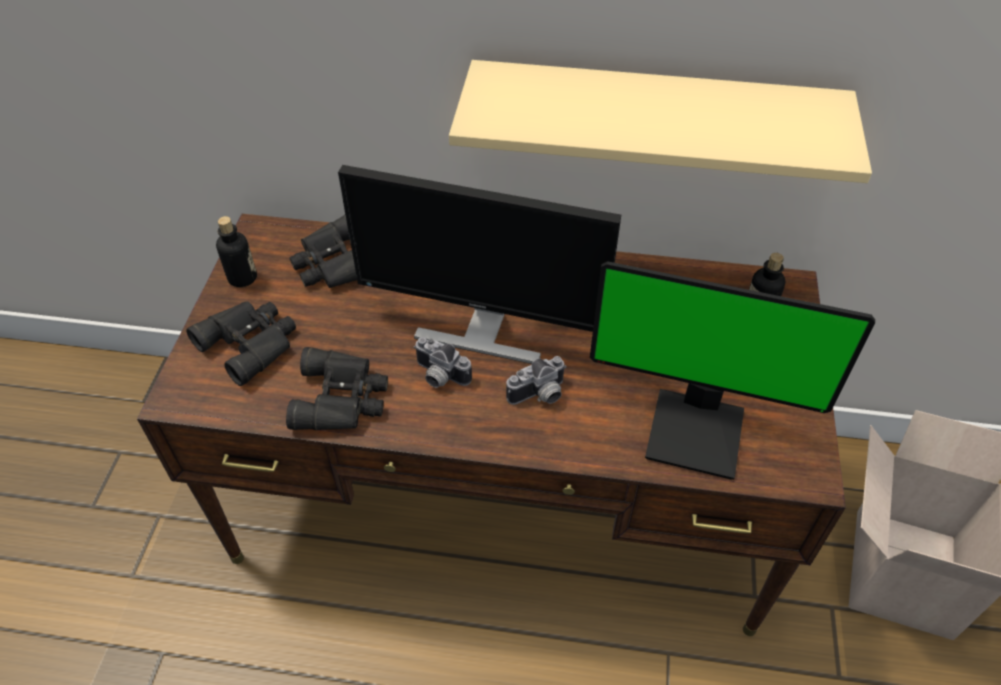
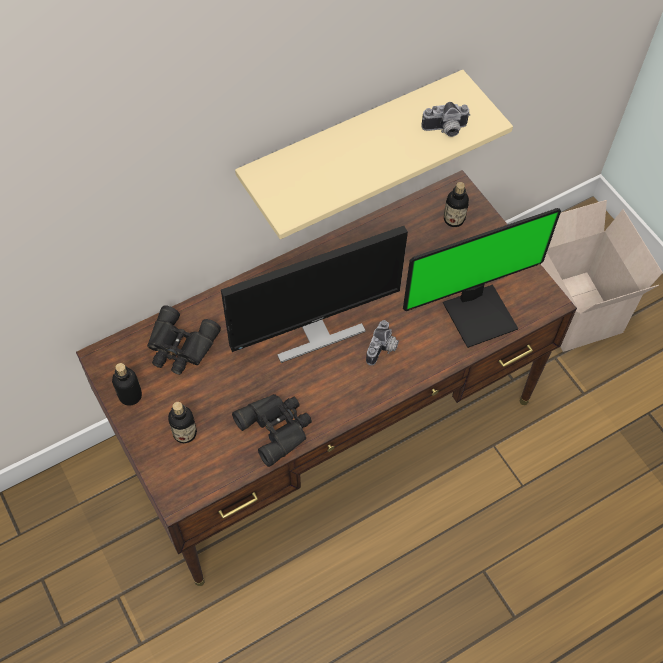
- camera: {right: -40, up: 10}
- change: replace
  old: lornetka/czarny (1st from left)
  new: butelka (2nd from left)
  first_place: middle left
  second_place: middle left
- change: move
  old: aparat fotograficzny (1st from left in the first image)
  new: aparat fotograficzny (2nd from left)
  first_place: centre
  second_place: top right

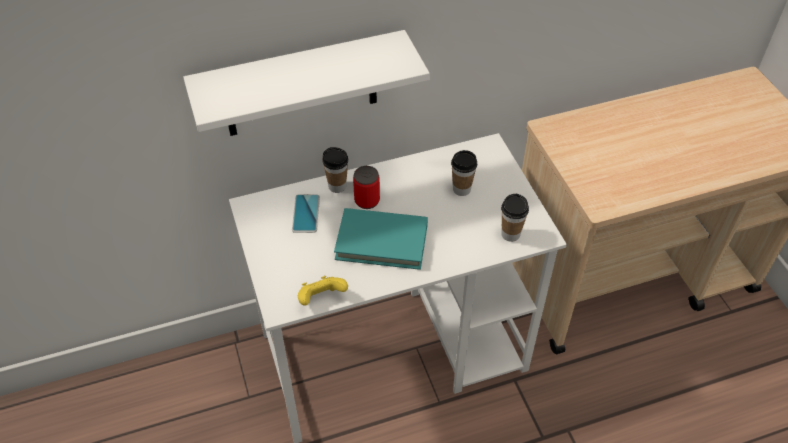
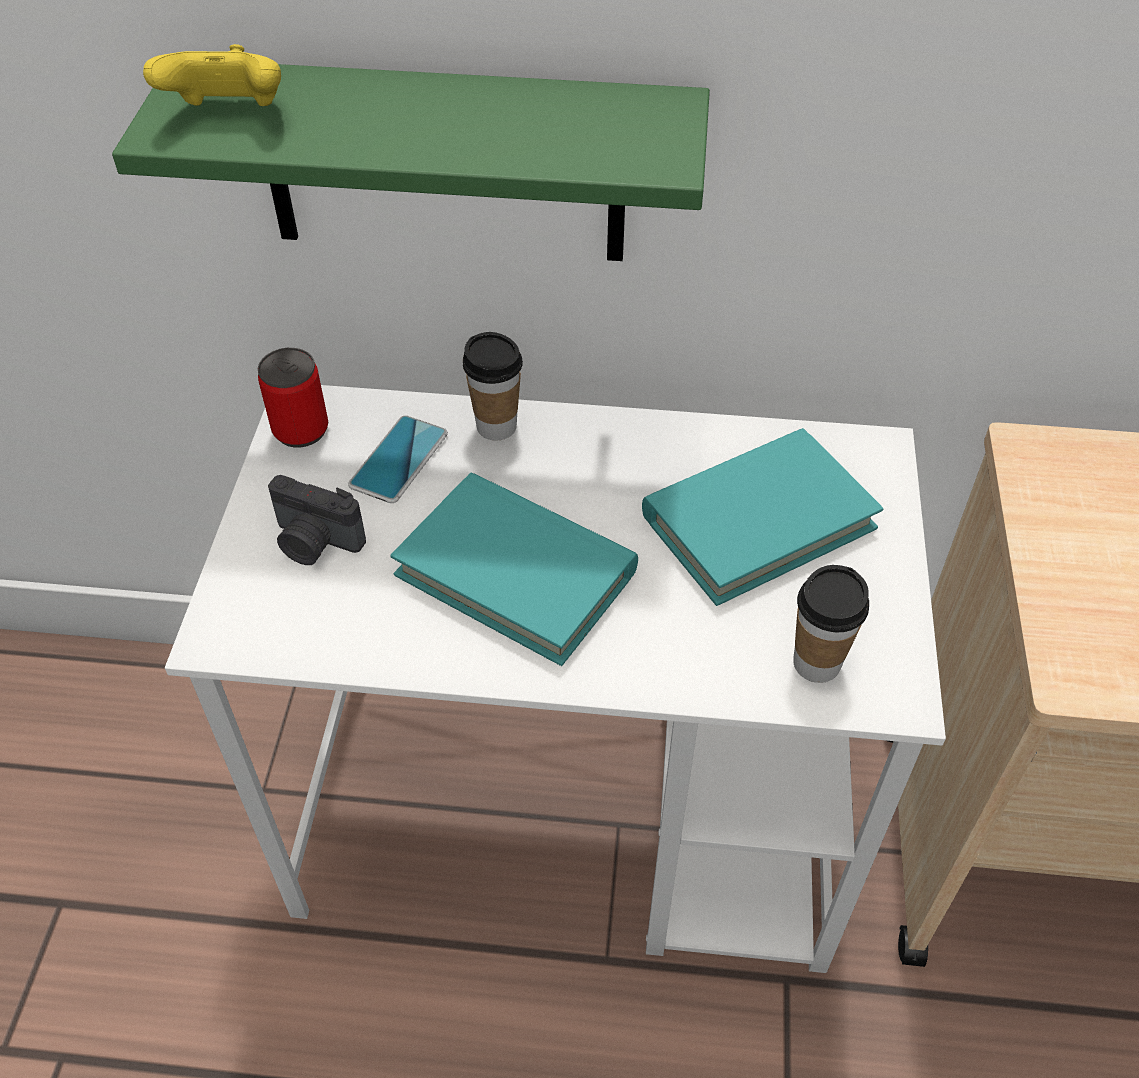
- camera: {right: 25, up: 0}
- change: recolor
  old: półka/biały
  new: półka/zielony
  first_place: top centre
  second_place: top centre
- change: replace
  old: filiżanka (2nd from left)
  new: książka/turkusowy (2nd from left)
  first_place: centre
  second_place: middle right
- change: move
  old: puszka
  first_place: centre
  second_place: middle left
- change: move
  old: pad do gier/żółty
  first_place: centre
  second_place: top left
- change: insert
  new: aparat fotograficzny
  second_place: middle left

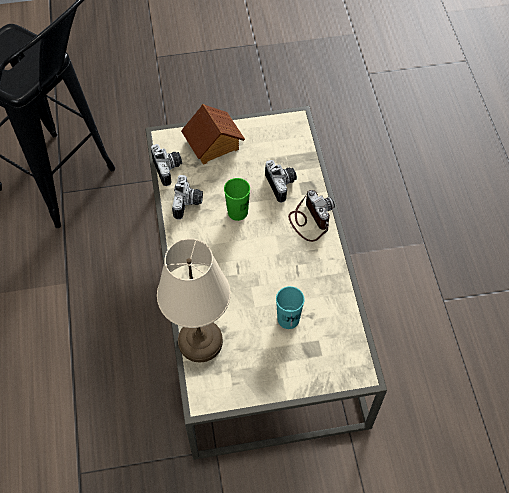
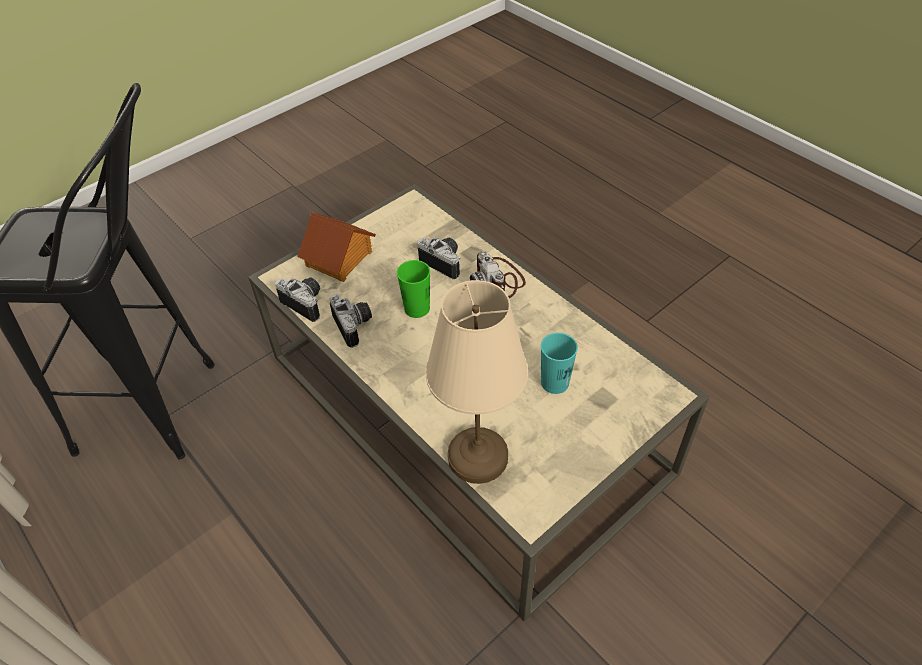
- camera: {right: -30, up: -10}
- change: rotate
  old: aparat fotograficzny (4th from left)
  first_place: centre
  second_place: centre
  degrees: -150

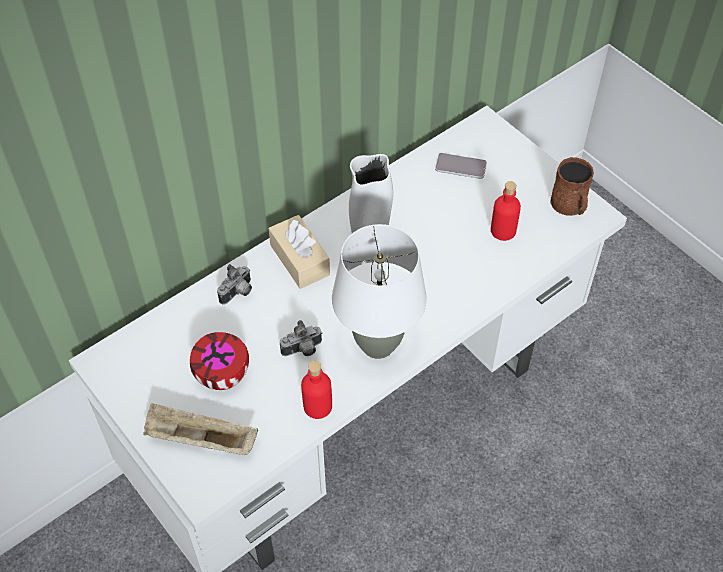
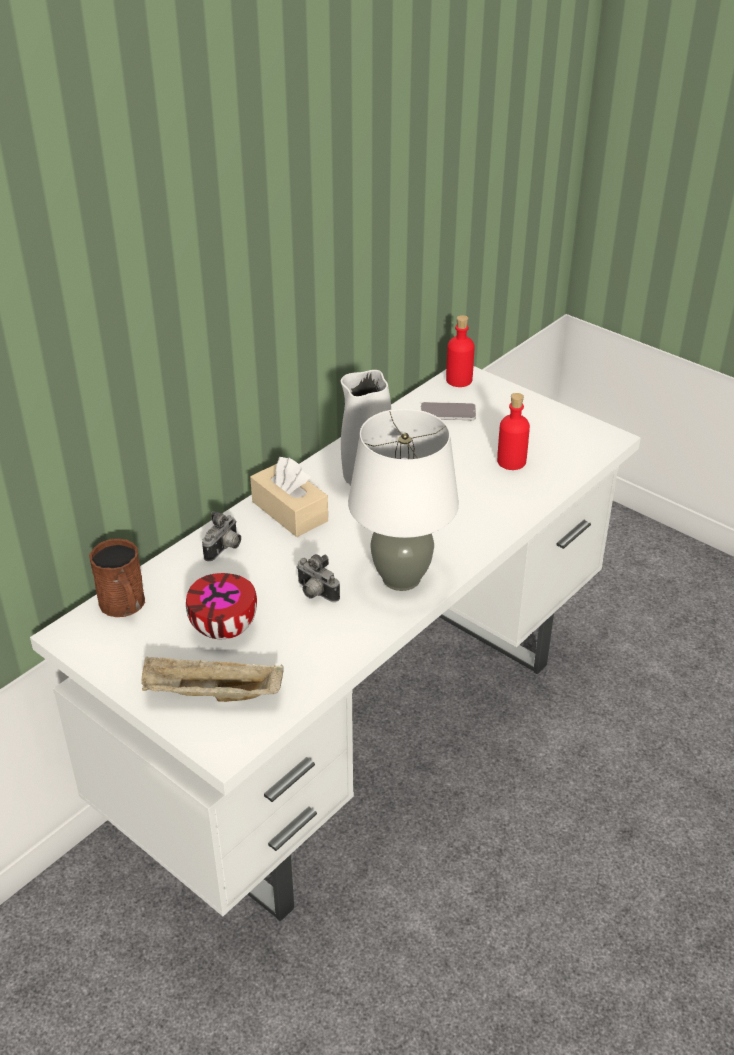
- camera: {right: -10, up: -15}
- change: move
  old: kubek/brązowy
  first_place: top right
  second_place: middle left
- change: rotate
  old: aparat fotograficzny (2nd from left)
  first_place: centre
  second_place: centre
  degrees: 75
- change: move
  old: butelka/czerwony (1st from left)
  first_place: bottom centre
  second_place: top centre

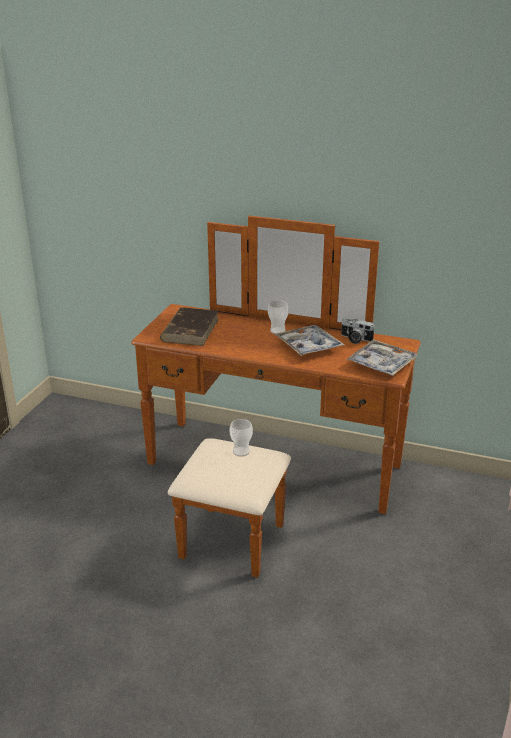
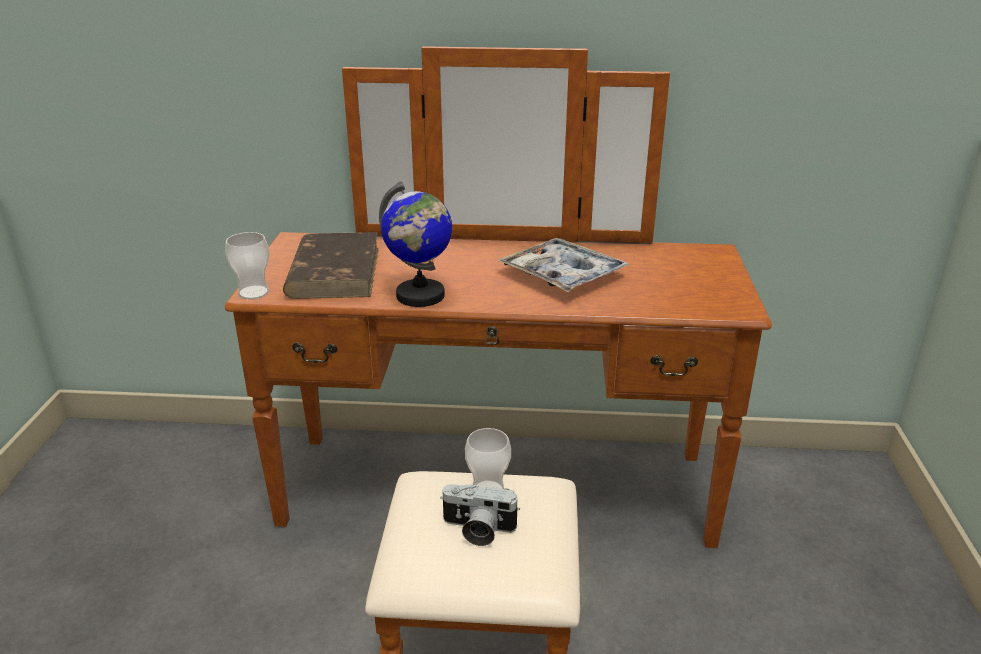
- camera: {right: -15, up: 0}
- change: move
  old: filiżanka (2nd from left in the first image)
  new: filiżanka (1st from left)
  first_place: centre
  second_place: middle left
- change: move
  old: aparat fotograficzny
  first_place: middle right
  second_place: bottom centre
- change: delete
  old: taca (2nd from left)
  first_place: middle right
- change: insert
  new: globus
  second_place: centre

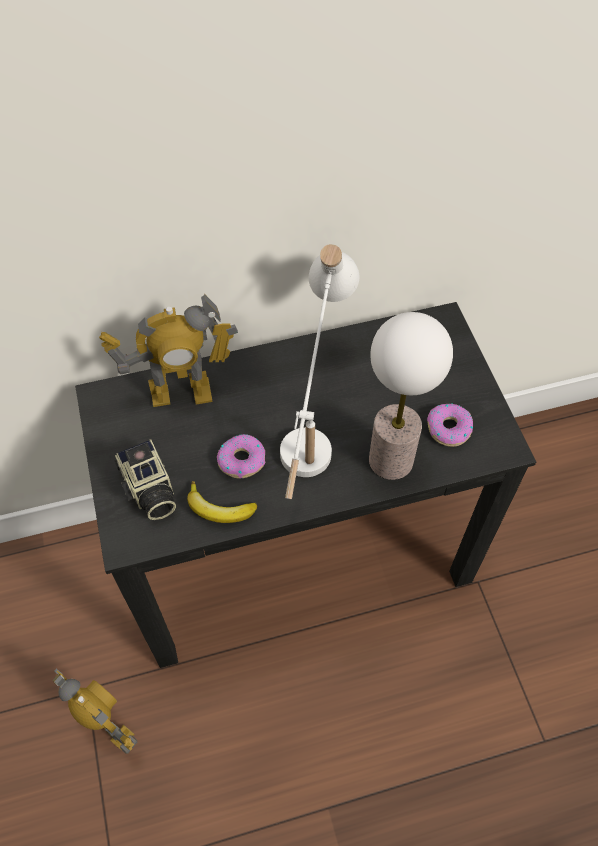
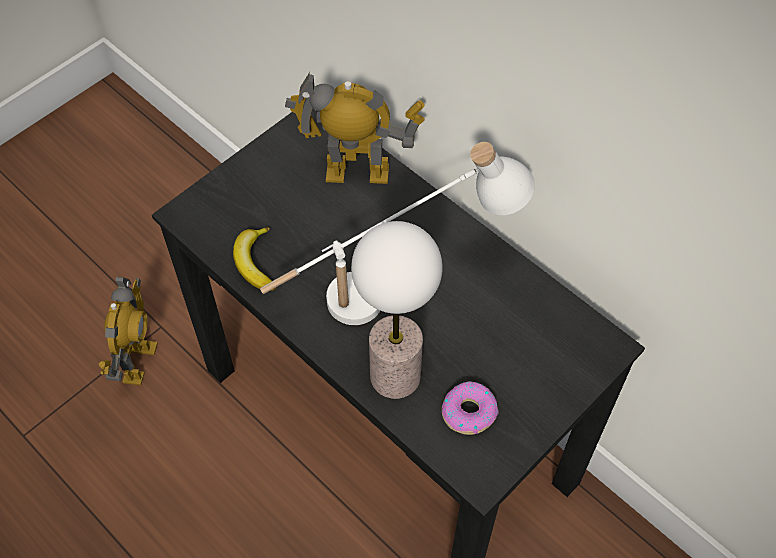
- camera: {right: 60, up: 0}
- change: rotate
  old: robot zabawkowy (2nd from left)
  first_place: middle left
  second_place: top centre
  degrees: 135
- change: delete
  old: donut (1st from left)
  first_place: centre
- change: delete
  old: aparat fotograficzny
  first_place: middle left

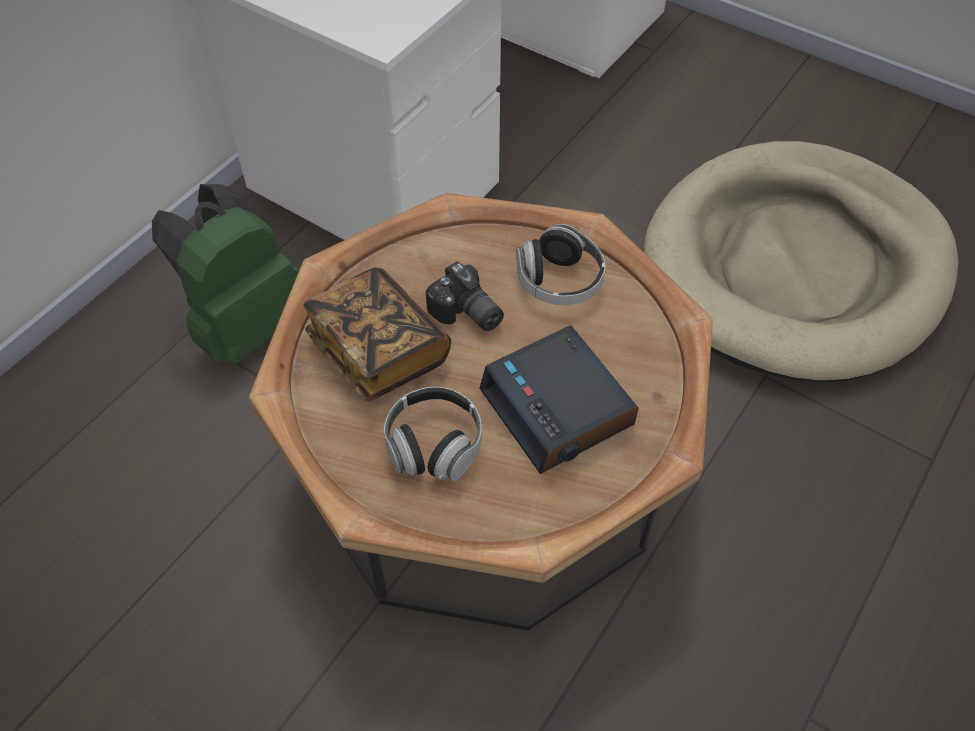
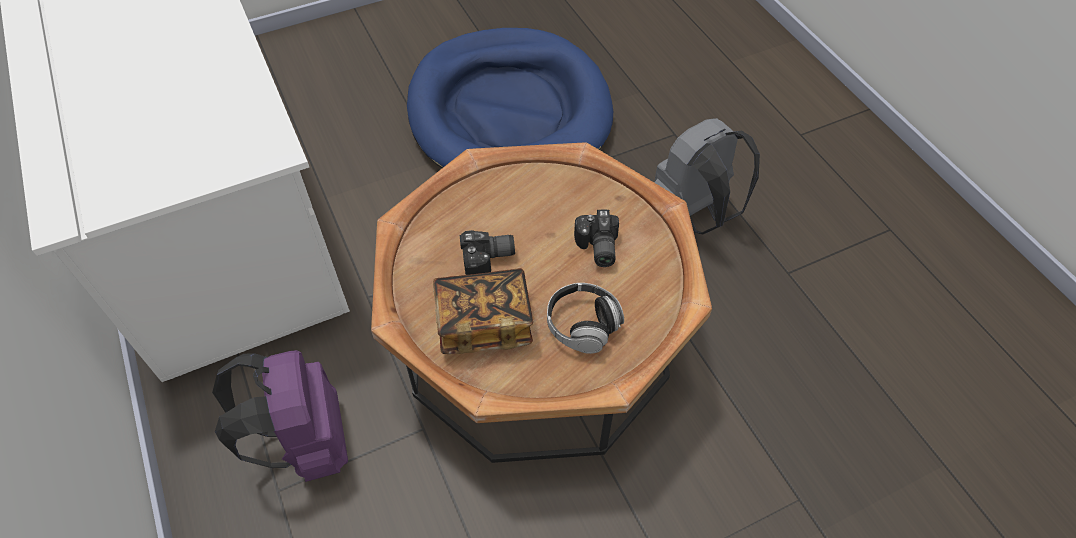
- camera: {right: -60, up: 0}
- change: recolor
  old: legowisko/beżowy
  new: legowisko/niebieski
  first_place: middle right
  second_place: top centre
- change: recolor
  old: plecak/zielony
  new: plecak/fioletowy
  first_place: middle left
  second_place: bottom left
- change: delete
  old: słuchawki (2nd from left)
  first_place: centre
- change: replace
  old: budzik
  new: aparat fotograficzny (2nd from left)
  first_place: centre
  second_place: centre
- change: insert
  new: plecak/szary
  second_place: top centre

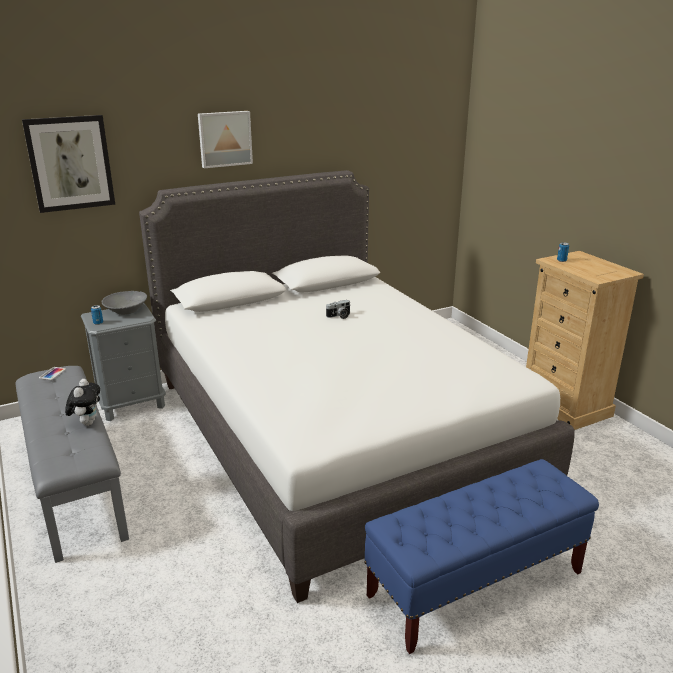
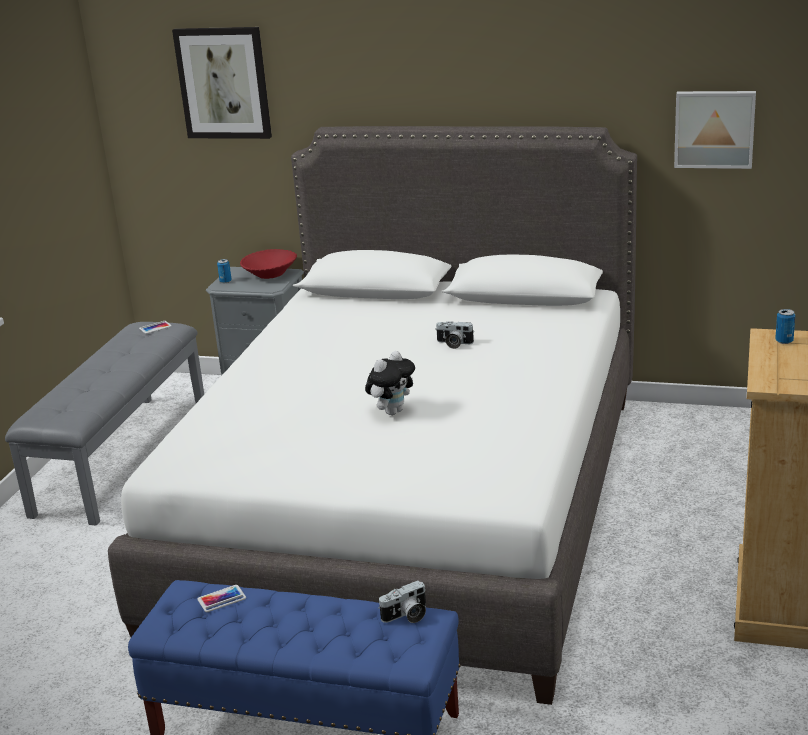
- camera: {right: 45, up: 0}
- change: move
  old: obraz (2nd from left)
  first_place: top centre
  second_place: top right
- change: recolor
  old: miska/szary
  new: miska/czerwony
  first_place: middle left
  second_place: middle left
- change: move
  old: pluszak
  first_place: middle left
  second_place: centre
- change: insert
  new: aparat fotograficzny (1st from left)
  second_place: bottom centre
- change: insert
  new: telefon (2nd from left)
  second_place: bottom left

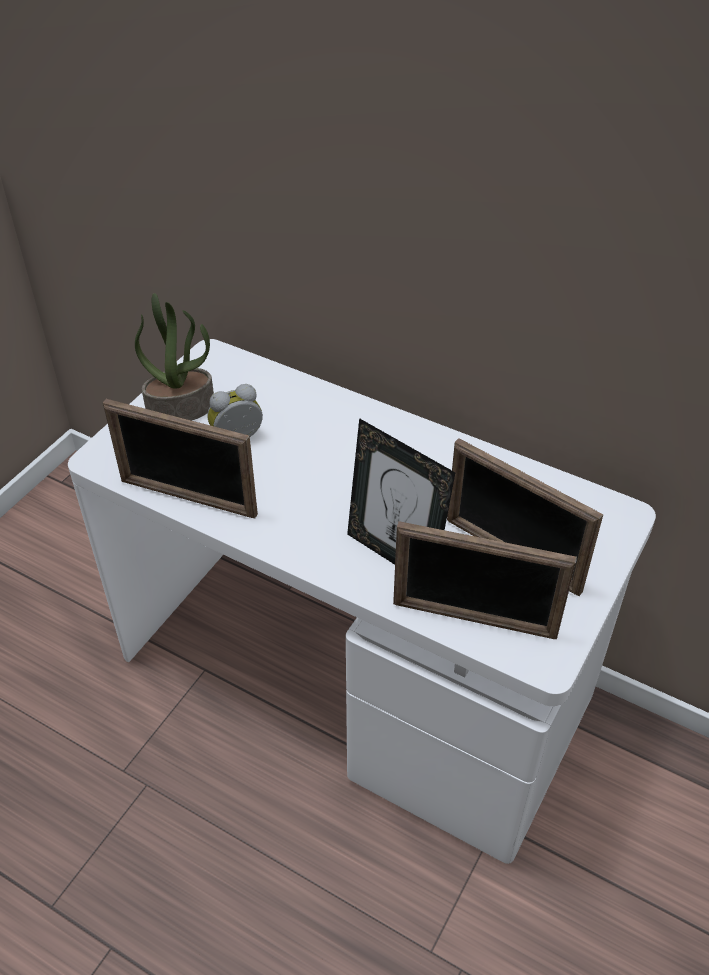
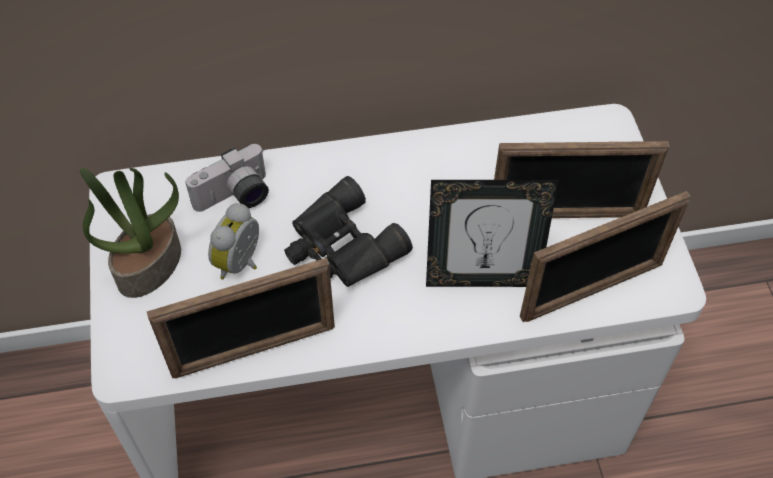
- camera: {right: -40, up: 10}
- change: insert
  new: aparat fotograficzny
  second_place: middle left
- change: insert
  new: lornetka/czarny
  second_place: centre

